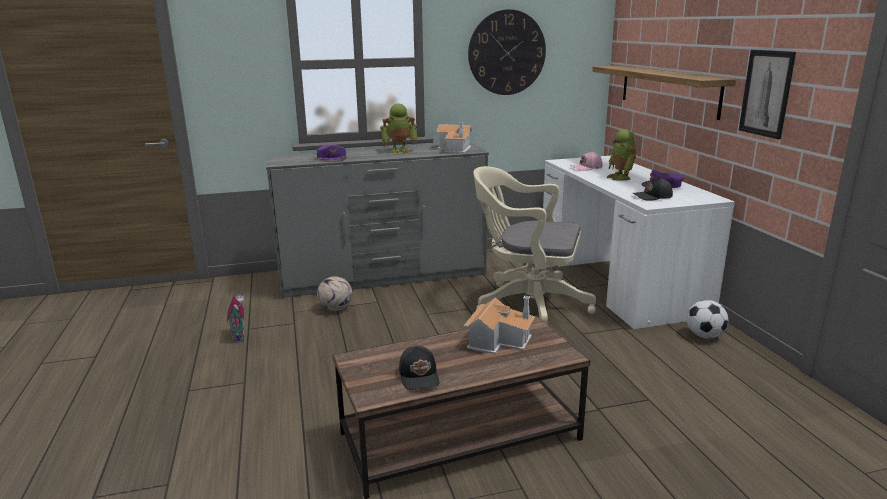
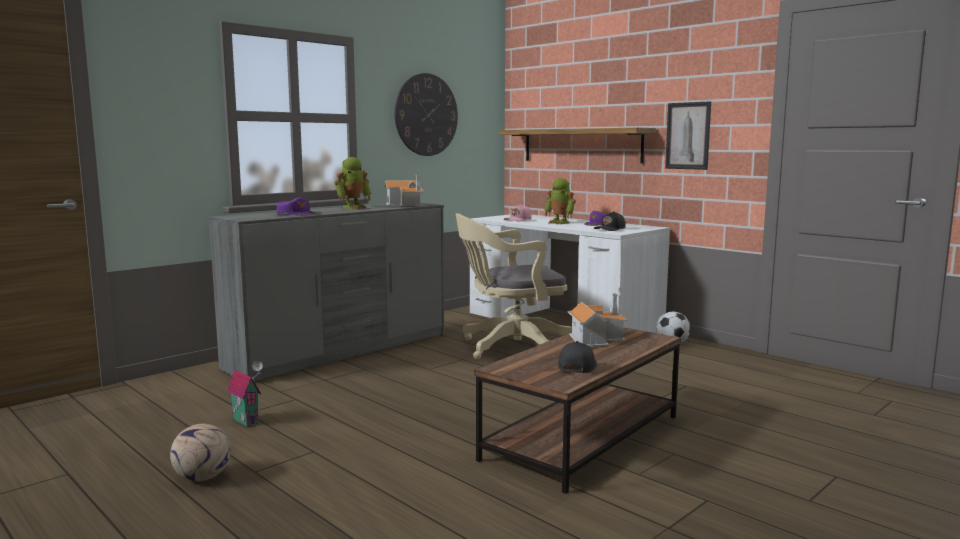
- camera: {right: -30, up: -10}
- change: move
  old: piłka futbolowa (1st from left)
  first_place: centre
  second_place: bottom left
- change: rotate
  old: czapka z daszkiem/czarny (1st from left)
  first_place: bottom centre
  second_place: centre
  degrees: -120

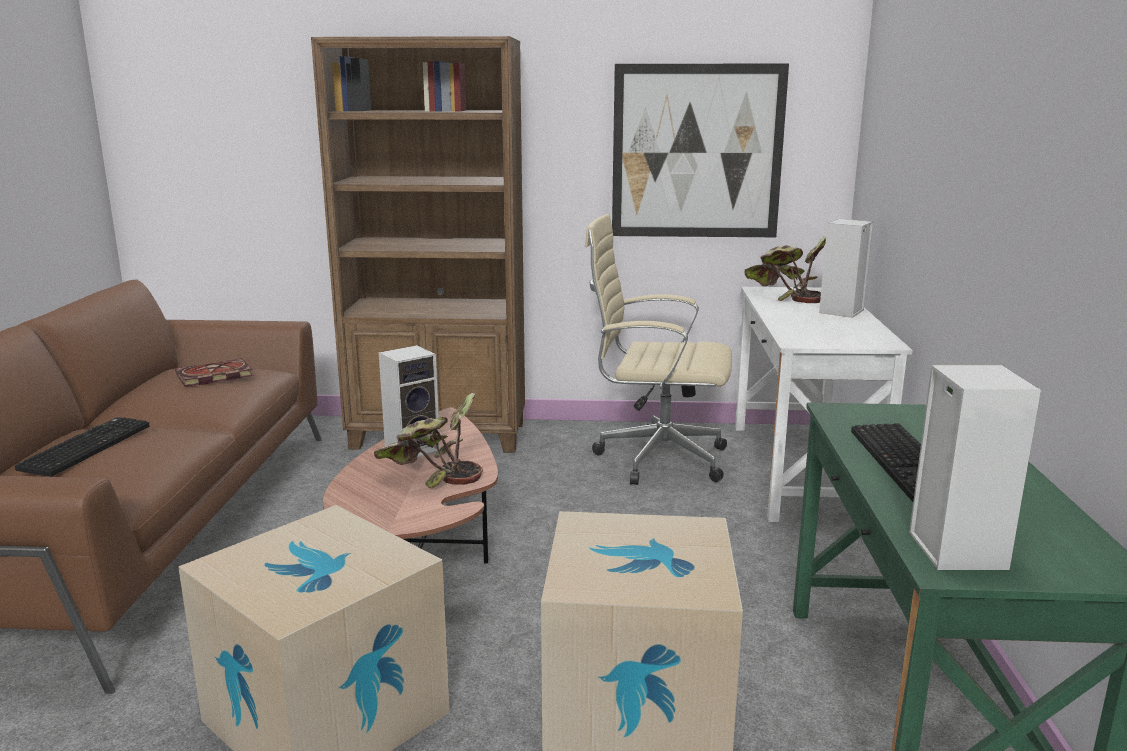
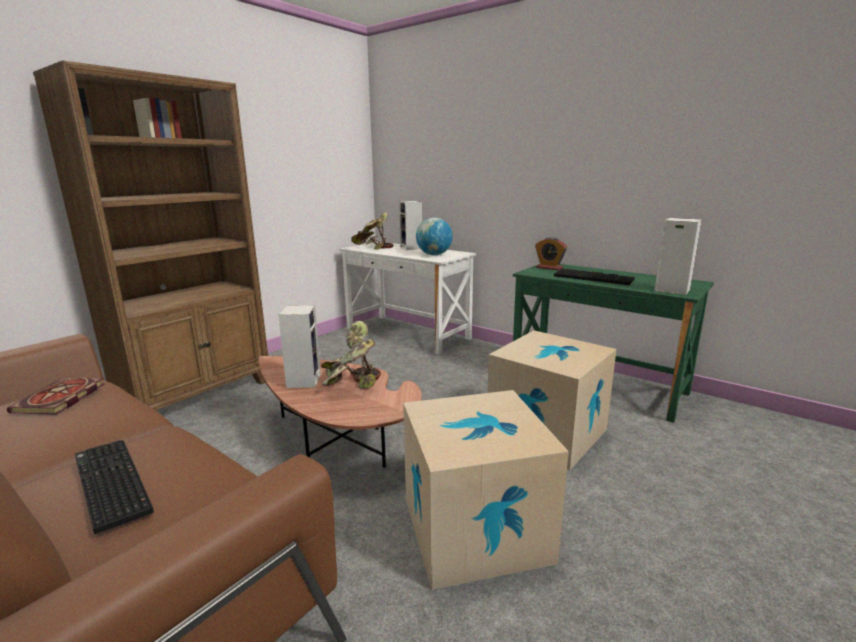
- camera: {right: -55, up: 0}
- change: delete
  old: obraz
  first_place: top centre
- change: delete
  old: krzesło biurowe/beżowy
  first_place: centre
- change: insert
  new: globus
  second_place: centre
- change: insert
  new: budzik
  second_place: centre

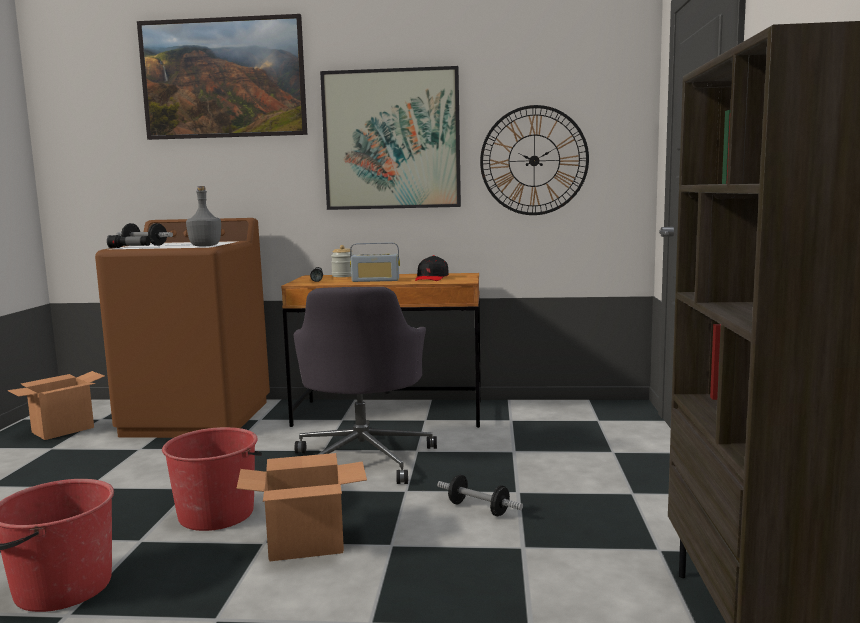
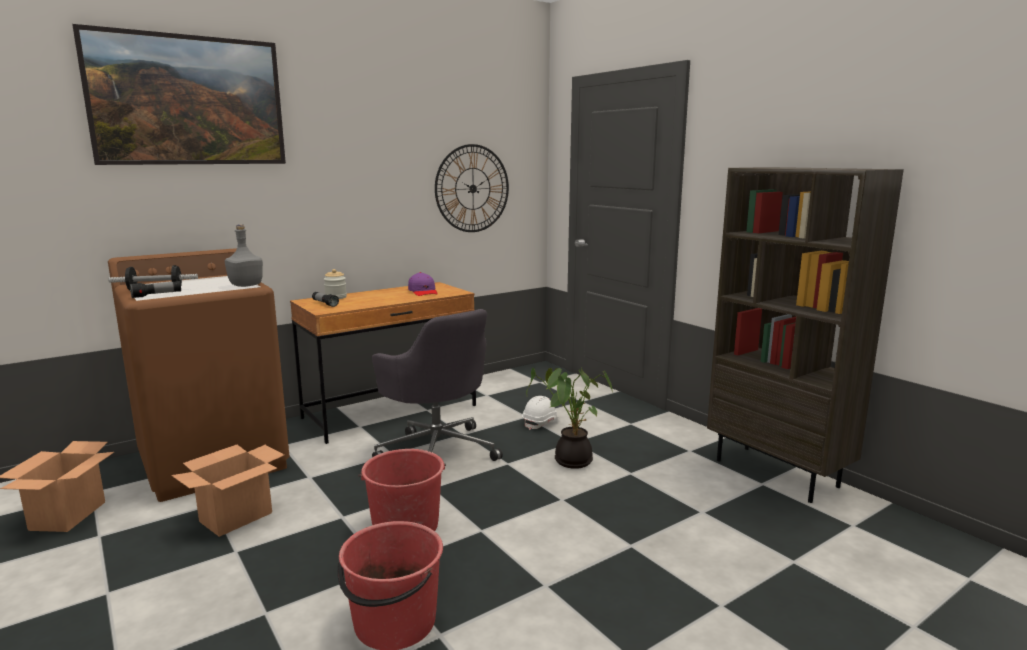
- camera: {right: -40, up: 5}
- change: delete
  old: obraz (2nd from left)
  first_place: top centre
- change: delete
  old: radio
  first_place: centre
- change: recolor
  old: czapka z daszkiem/czarny
  new: czapka z daszkiem/fioletowy
  first_place: centre
  second_place: centre
- change: move
  old: karton (2nd from left)
  first_place: bottom centre
  second_place: bottom left
- change: replace
  old: hantel (2nd from left)
  new: roślina doniczkowa
  first_place: bottom centre
  second_place: centre
- change: insert
  new: kask/biały
  second_place: centre

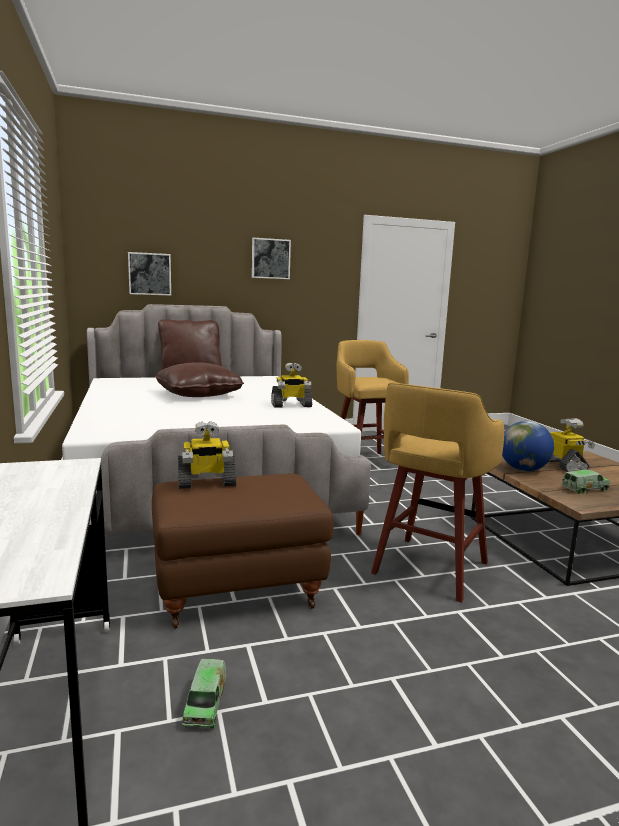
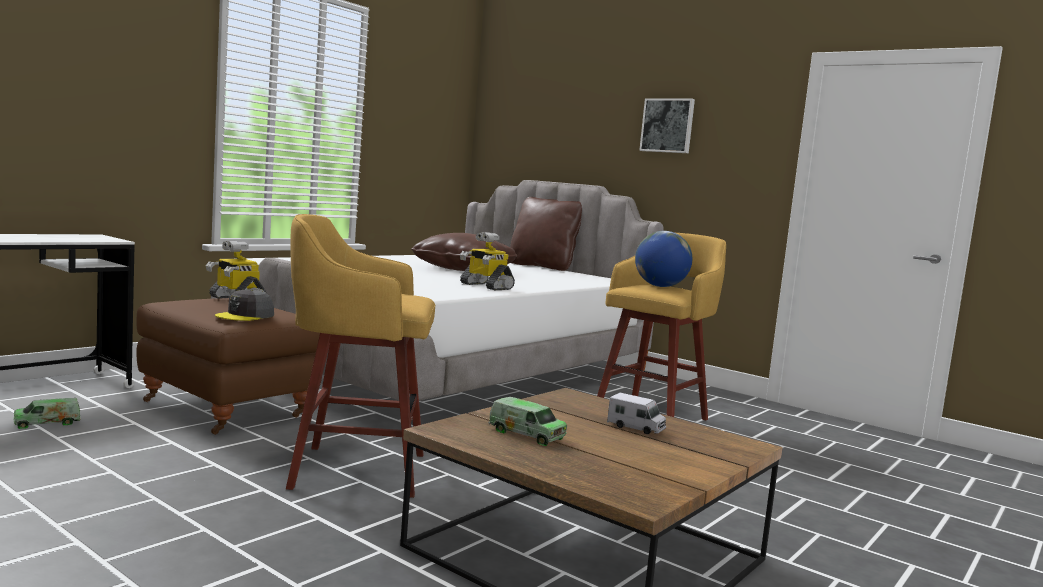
- camera: {right: 55, up: -5}
- change: delete
  old: obraz (1st from left)
  first_place: top left
- change: replace
  old: robot zabawkowy (3rd from left)
  new: ciężarówka zabawkowa (3rd from left)
  first_place: middle right
  second_place: bottom centre
- change: move
  old: globus
  first_place: middle right
  second_place: centre
- change: insert
  new: czapka z daszkiem/szary
  second_place: middle left

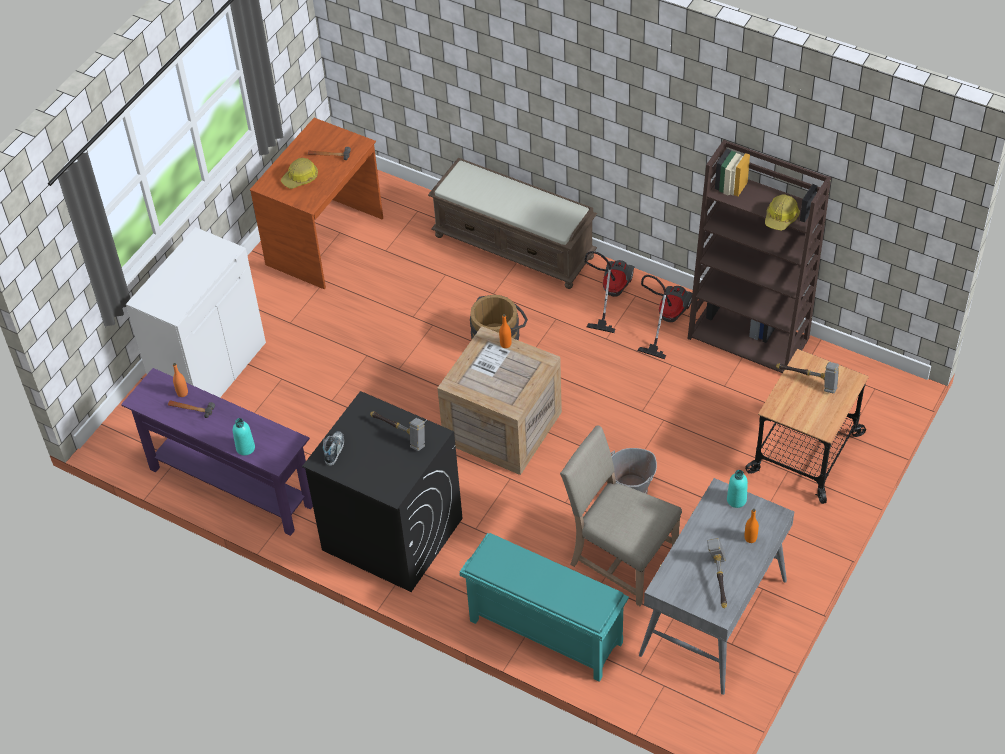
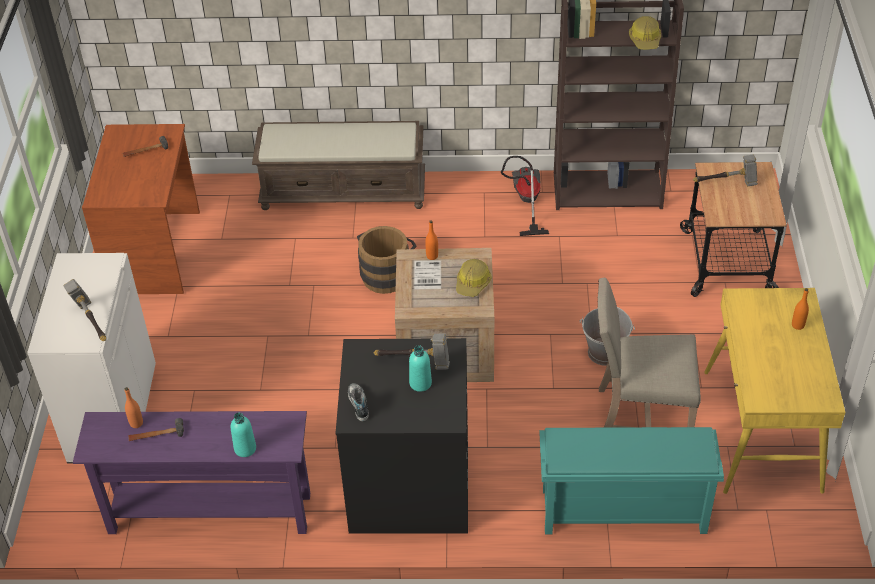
- camera: {right: -30, up: -5}
- change: move
  old: kask (1st from left)
  first_place: top left
  second_place: centre
- change: delete
  old: odkurzacz (1st from left)
  first_place: centre
- change: move
  old: butelka/turkusowy (2nd from left)
  first_place: middle right
  second_place: centre
- change: recolor
  old: biurko/szary
  new: biurko/żółty
  first_place: bottom right
  second_place: bottom right
- change: move
  old: młotek (4th from left in the first image)
  new: młotek (1st from left)
  first_place: bottom right
  second_place: middle left

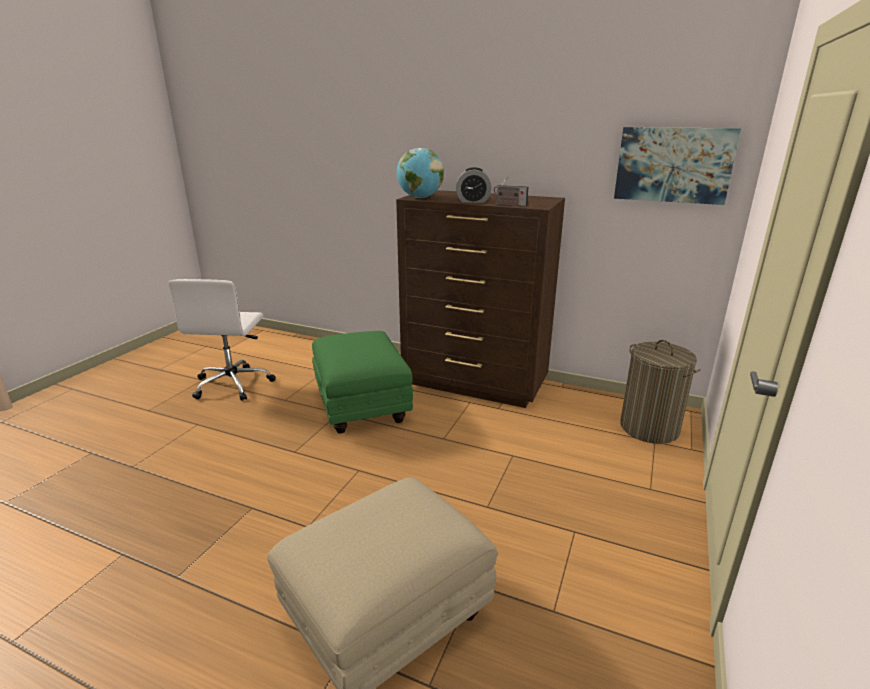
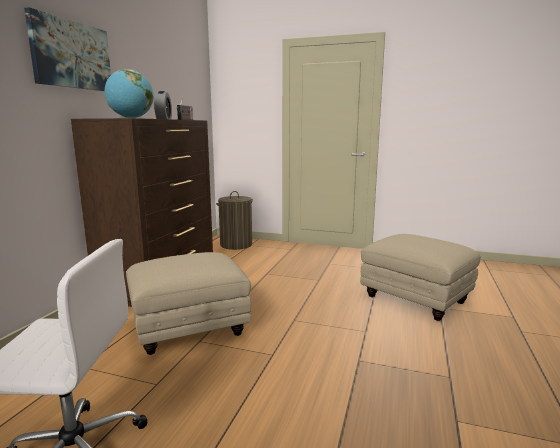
- camera: {right: -95, up: -10}
- change: move
  old: obraz
  first_place: top right
  second_place: top left
- change: recolor
  old: pufa/zielony
  new: pufa/beżowy (1st from left)
  first_place: centre
  second_place: bottom centre

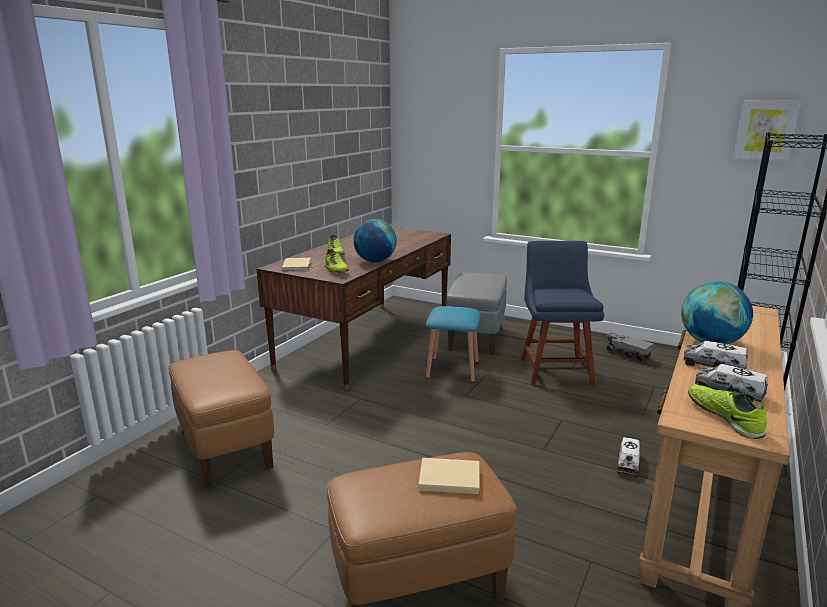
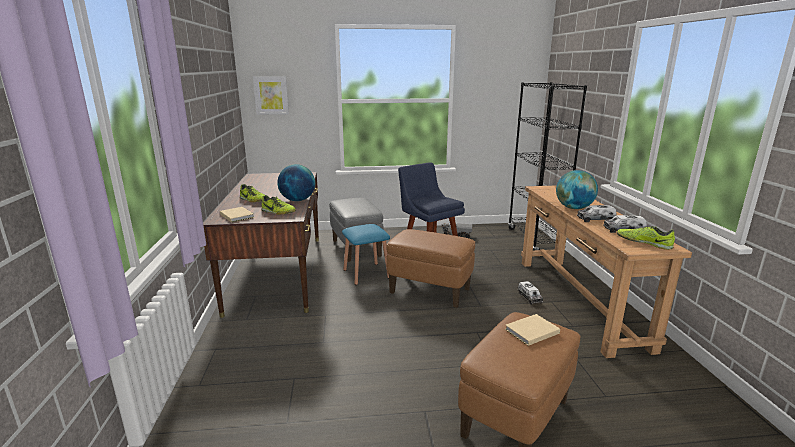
- camera: {right: -35, up: 0}
- change: move
  old: obraz
  first_place: top right
  second_place: top centre
- change: move
  old: pufa/brązowy (1st from left)
  first_place: bottom left
  second_place: centre

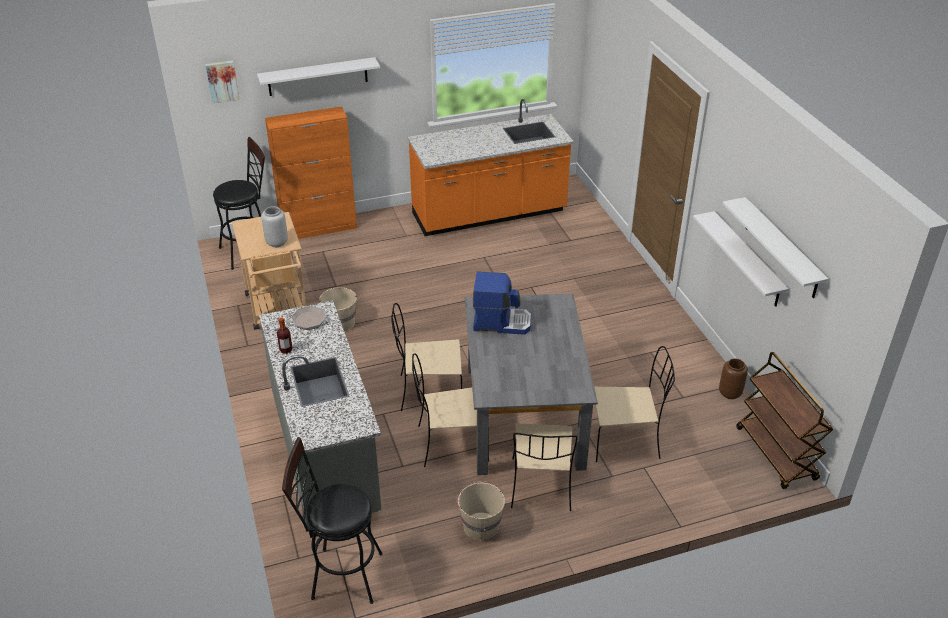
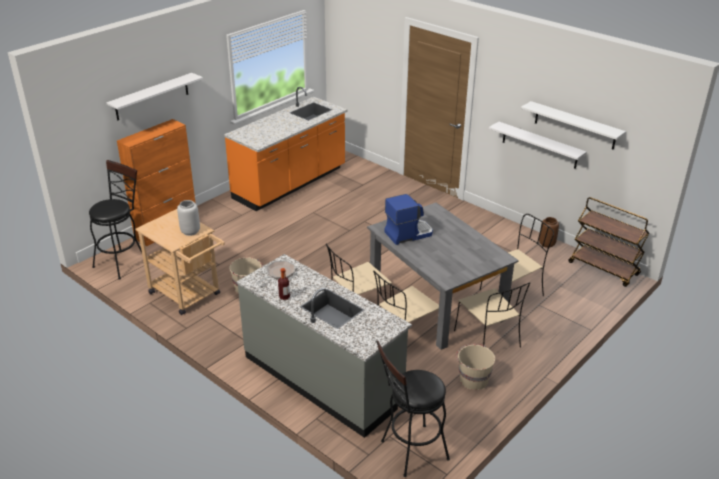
- camera: {right: -30, up: -5}
- change: delete
  old: obraz
  first_place: top left

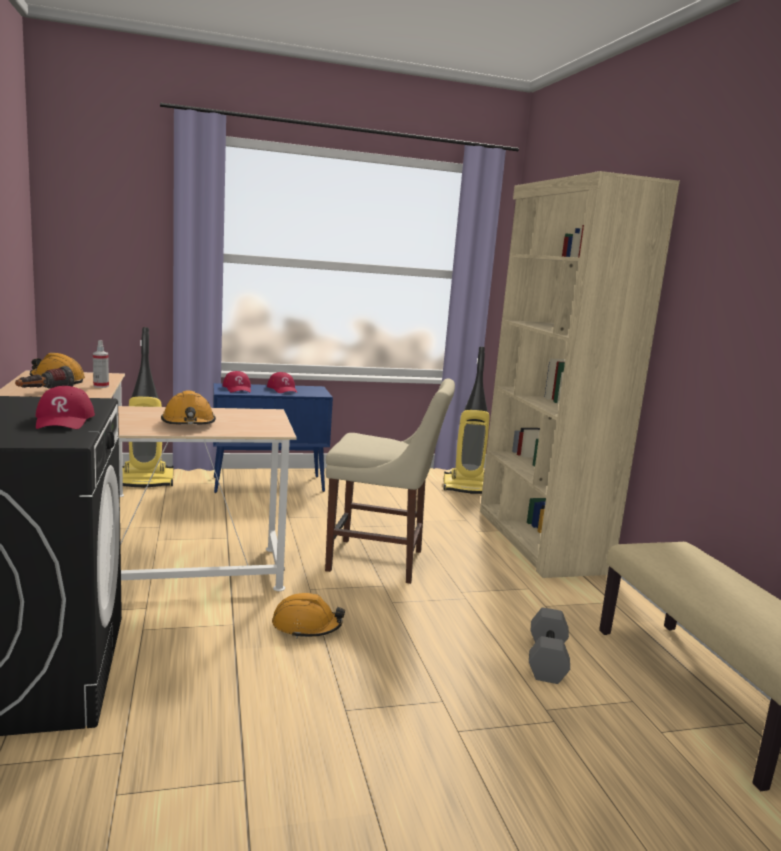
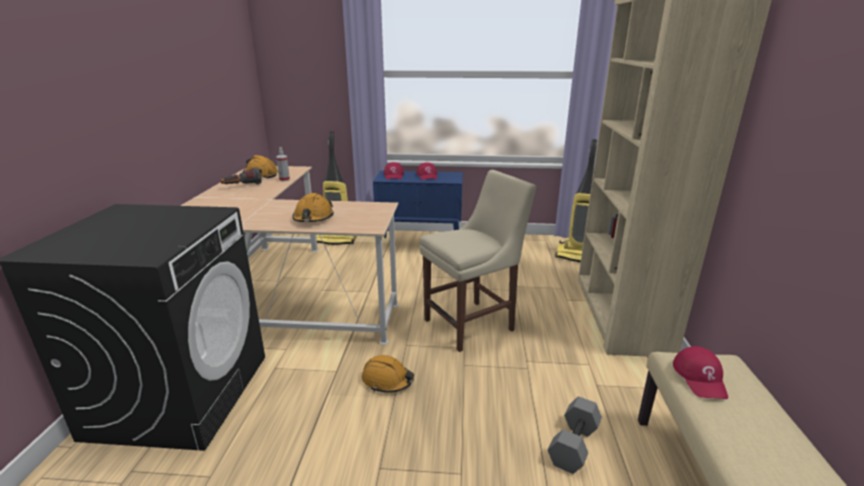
- camera: {right: 20, up: 10}
- change: rotate
  old: krzesło/beżowy
  first_place: centre
  second_place: centre
  degrees: -60
- change: move
  old: czapka z daszkiem/czerwony (1st from left in the first image)
  new: czapka z daszkiem/czerwony (3rd from left)
  first_place: middle left
  second_place: bottom right

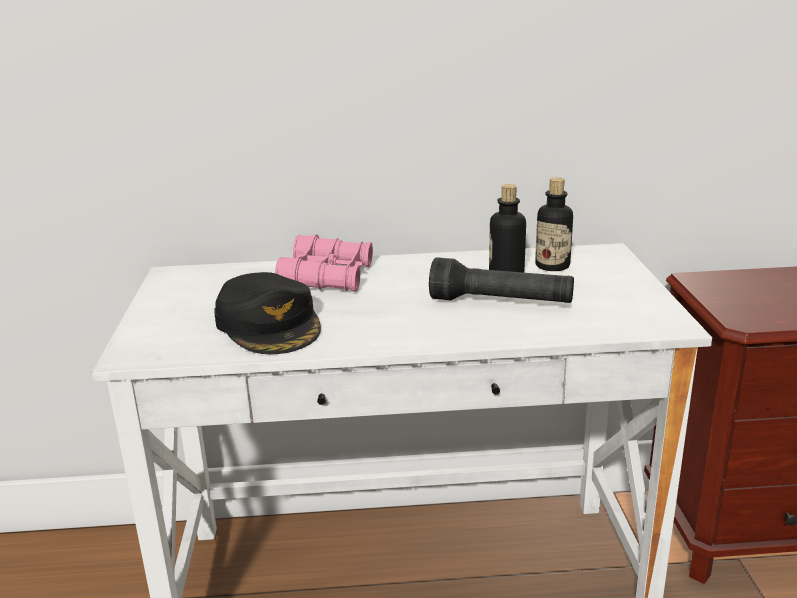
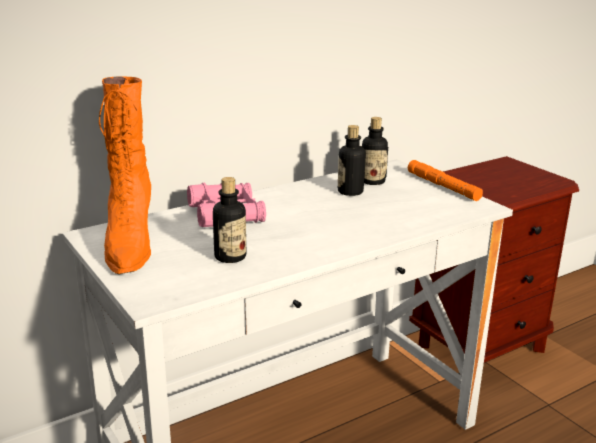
- camera: {right: -30, up: 0}
- change: delete
  old: latarka/czarny
  first_place: centre
- change: replace
  old: czapka z daszkiem/czarny
  new: butelka (1st from left)
  first_place: centre
  second_place: centre
- change: insert
  new: but z cholewką/pomarańczowy
  second_place: middle left
- change: insert
  new: latarka/pomarańczowy
  second_place: middle right

